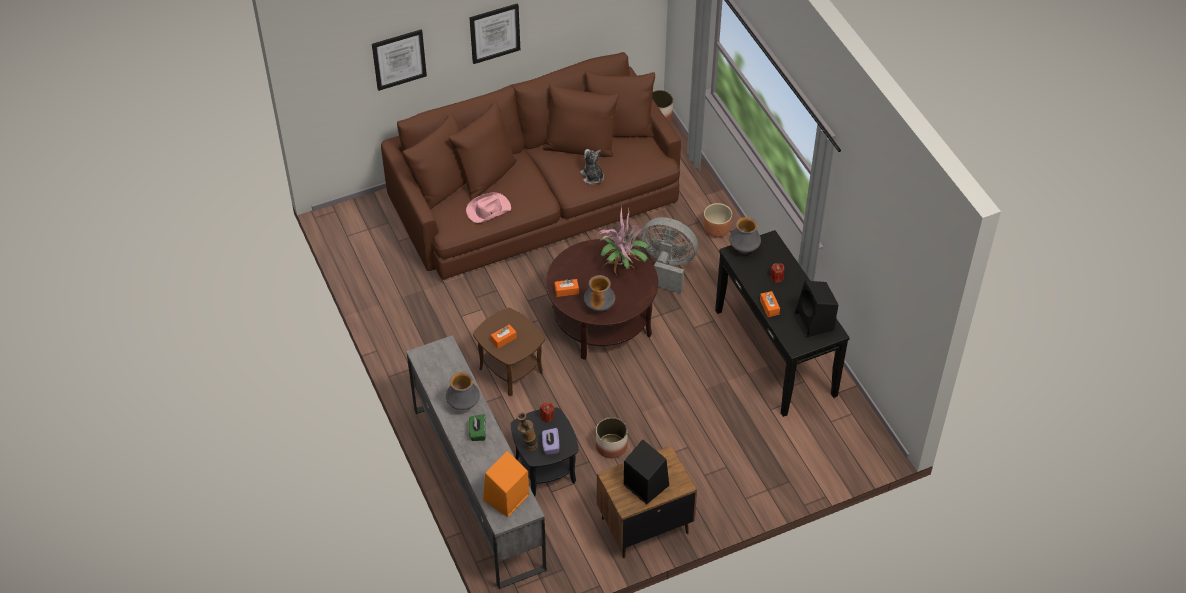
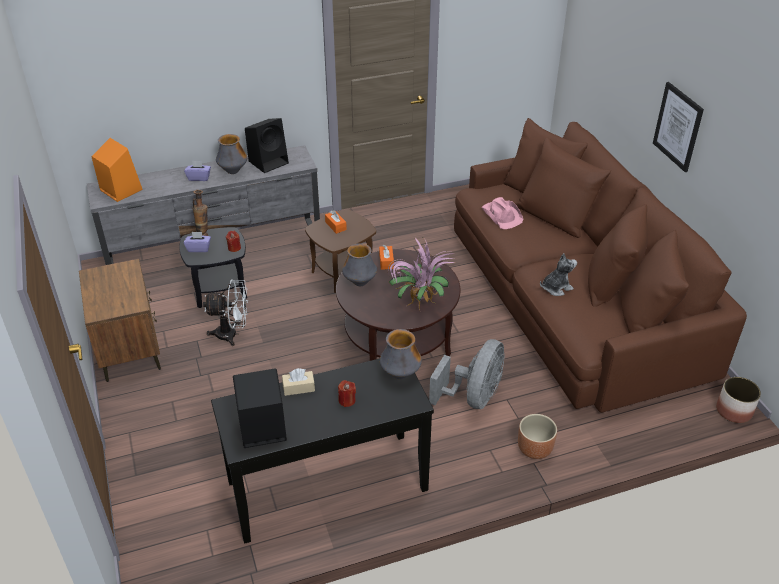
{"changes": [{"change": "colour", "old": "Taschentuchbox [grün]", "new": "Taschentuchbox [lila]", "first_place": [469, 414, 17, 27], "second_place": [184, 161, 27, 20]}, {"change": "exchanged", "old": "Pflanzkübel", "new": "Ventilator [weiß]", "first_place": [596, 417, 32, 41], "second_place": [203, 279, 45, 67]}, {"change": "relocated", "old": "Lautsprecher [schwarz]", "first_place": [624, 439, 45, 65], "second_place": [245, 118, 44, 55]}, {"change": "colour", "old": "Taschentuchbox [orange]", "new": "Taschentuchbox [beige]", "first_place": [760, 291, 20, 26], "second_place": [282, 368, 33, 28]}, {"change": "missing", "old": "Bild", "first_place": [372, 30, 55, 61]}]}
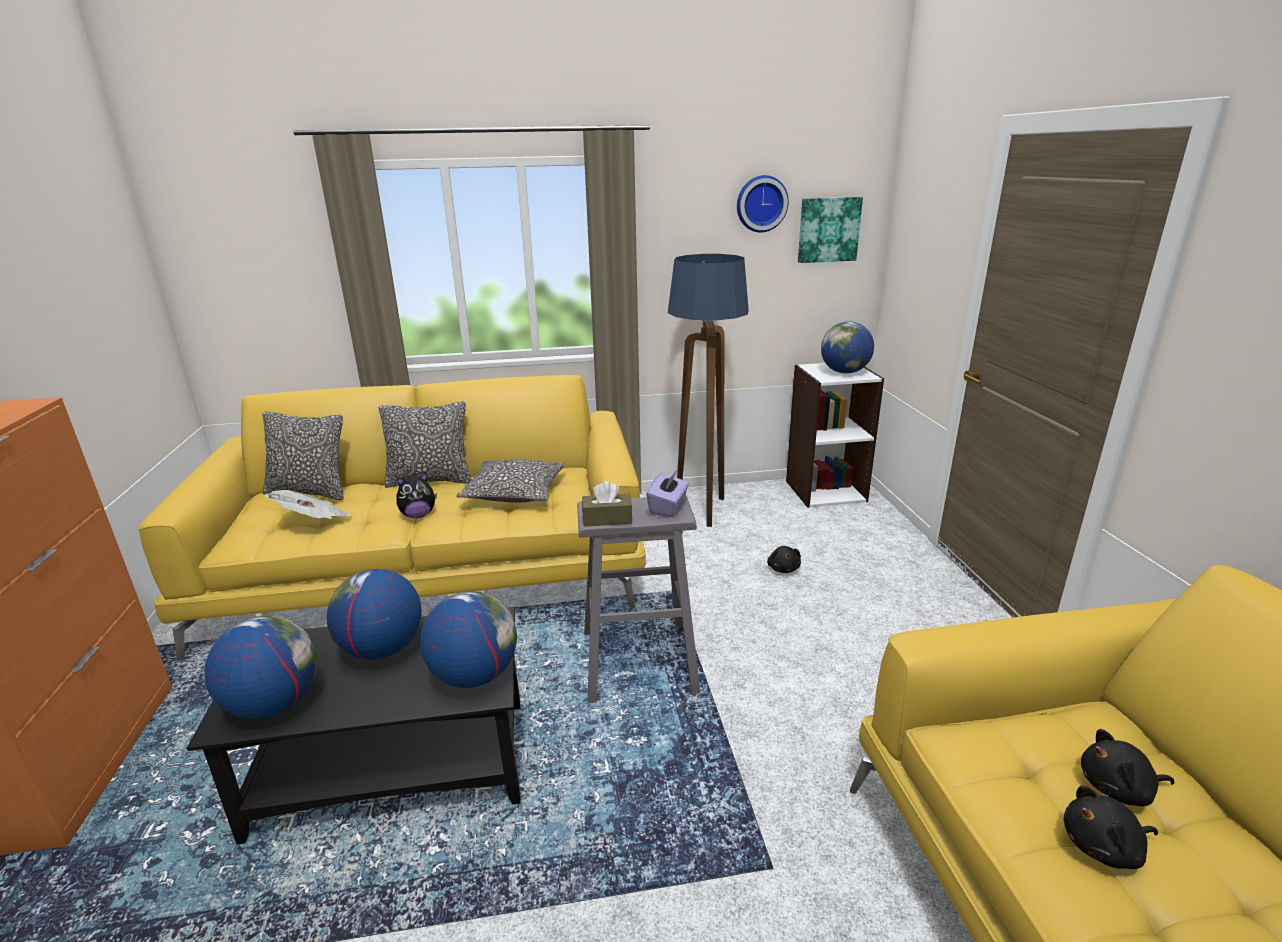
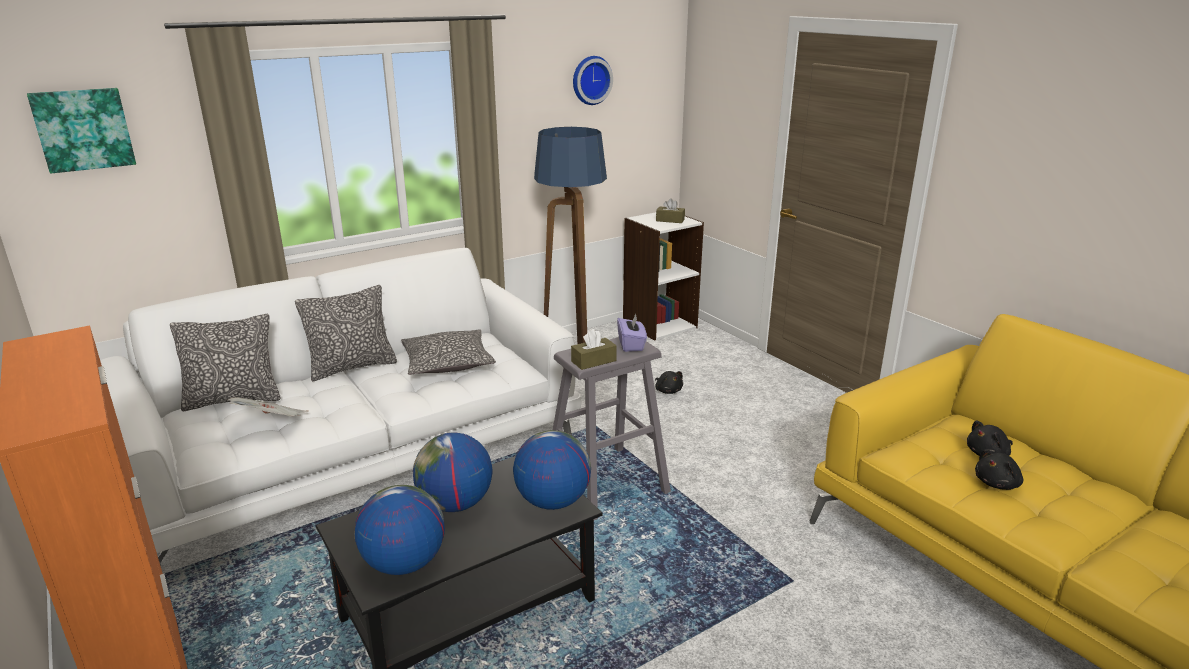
{"changes": [{"change": "relocated", "old": "Bild", "first_place": [798, 197, 65, 66], "second_place": [27, 88, 109, 86]}, {"change": "colour", "old": "Sofa [gelb]", "new": "Sofa [weiß]", "first_place": [138, 375, 508, 286], "second_place": [100, 248, 481, 318]}, {"change": "exchanged", "old": "Globus", "new": "Taschentuchbox [braun]", "first_place": [821, 321, 53, 53], "second_place": [656, 198, 29, 25]}, {"change": "missing", "old": "Plüschtier", "first_place": [396, 473, 41, 45]}]}
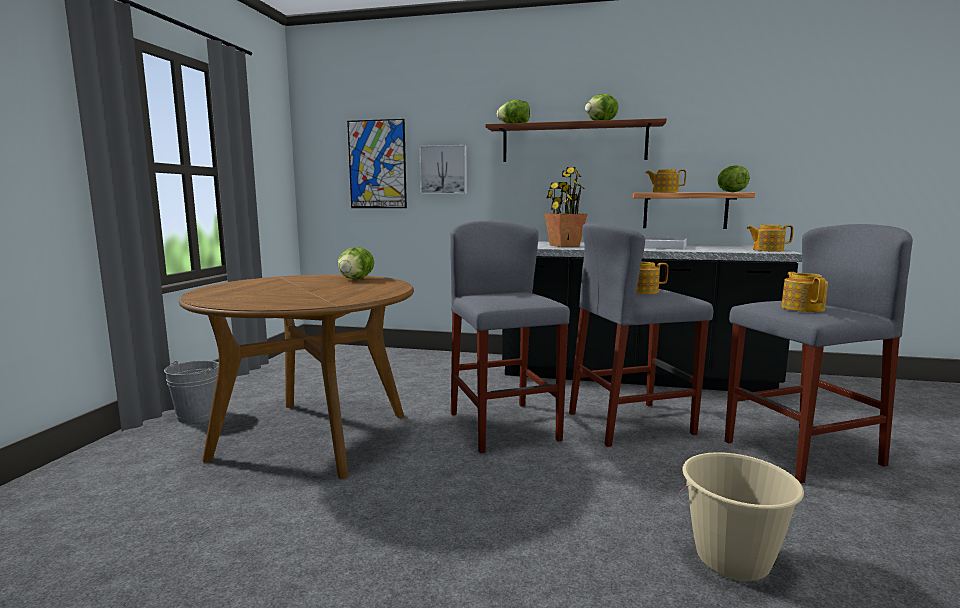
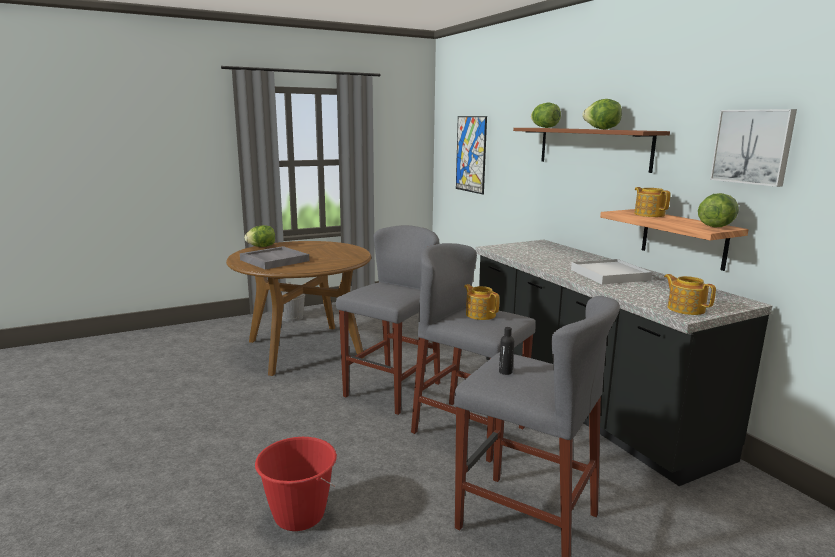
{"changes": [{"change": "appeared", "new": "Tablett [grau]", "second_place": [240, 246, 70, 24]}, {"change": "relocated", "old": "Salatkopf", "first_place": [338, 247, 36, 32], "second_place": [245, 225, 30, 22]}, {"change": "colour", "old": "Eimer [beige]", "new": "Eimer [rot]", "first_place": [679, 452, 125, 129], "second_place": [255, 437, 82, 94]}, {"change": "exchanged", "old": "Teekanne", "new": "Flasche [schwarz]", "first_place": [781, 272, 47, 40], "second_place": [499, 327, 15, 48]}, {"change": "relocated", "old": "Bild", "first_place": [419, 145, 48, 49], "second_place": [710, 109, 87, 78]}, {"change": "missing", "old": "Topfpflanze", "first_place": [544, 167, 43, 80]}]}
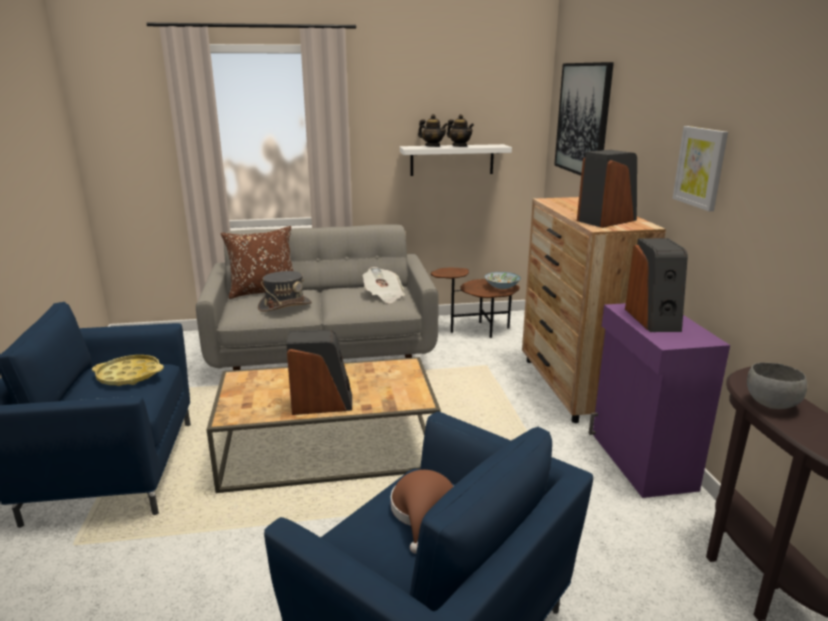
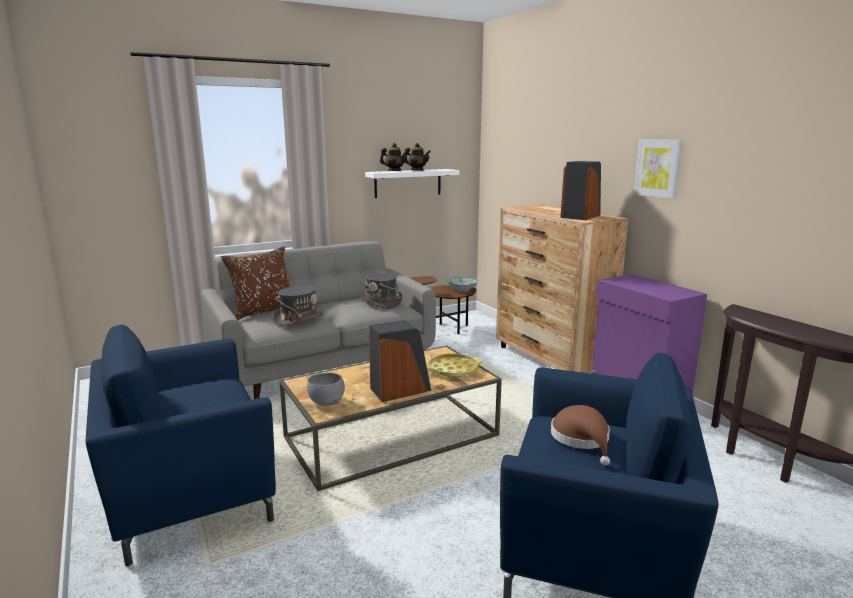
{"changes": [{"change": "relocated", "old": "Schüssel [grau]", "first_place": [747, 362, 60, 47], "second_place": [307, 373, 38, 33]}, {"change": "exchanged", "old": "Zeitung", "new": "Hut [grau]", "first_place": [363, 267, 42, 37], "second_place": [360, 273, 42, 36]}, {"change": "relocated", "old": "Tablett [gelb]", "first_place": [92, 355, 72, 31], "second_place": [426, 353, 56, 24]}, {"change": "missing", "old": "Bild", "first_place": [554, 62, 60, 114]}, {"change": "missing", "old": "Lautsprecher", "first_place": [625, 238, 63, 94]}]}
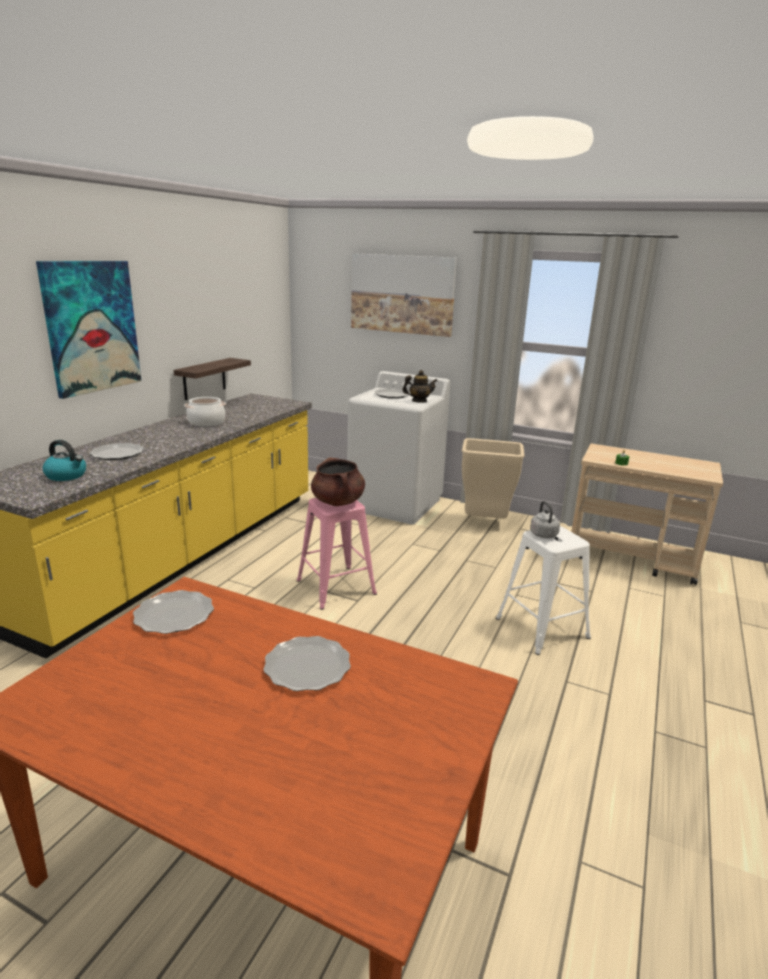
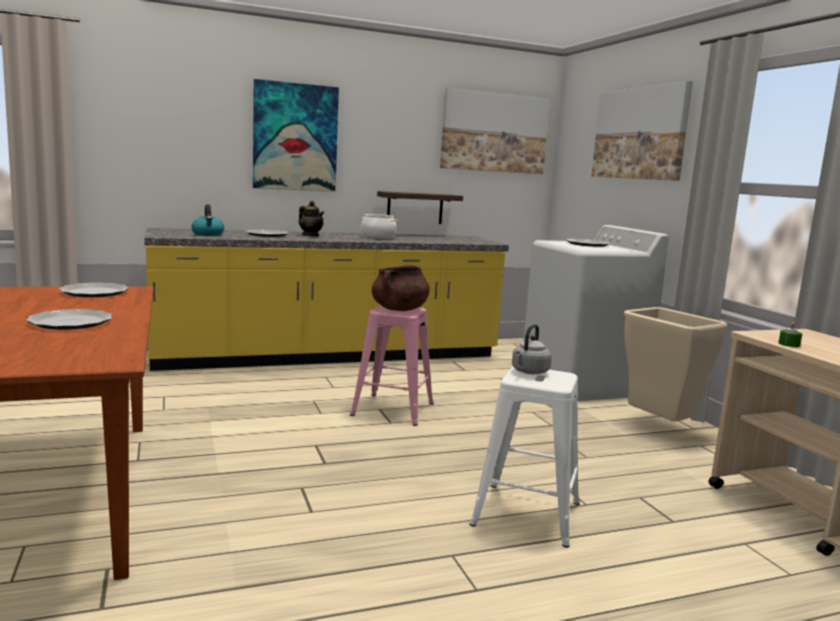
{"changes": [{"change": "relocated", "old": "Teekanne", "first_place": [402, 370, 36, 33], "second_place": [299, 201, 25, 36]}, {"change": "appeared", "new": "Bild", "second_place": [440, 88, 110, 86]}]}
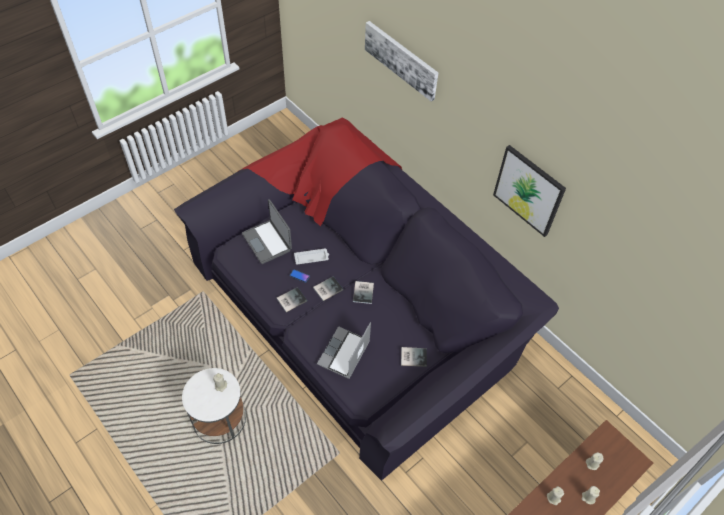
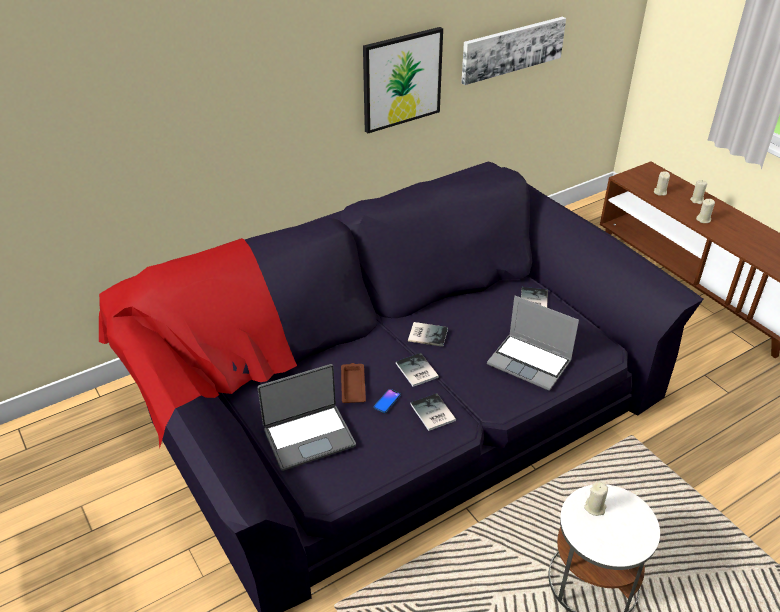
{"changes": [{"change": "colour", "old": "Tablett [weiß]", "new": "Tablett [braun]", "first_place": [294, 248, 35, 16], "second_place": [341, 363, 25, 40]}, {"change": "relocated", "old": "Bild", "first_place": [365, 21, 73, 81], "second_place": [461, 17, 105, 68]}]}
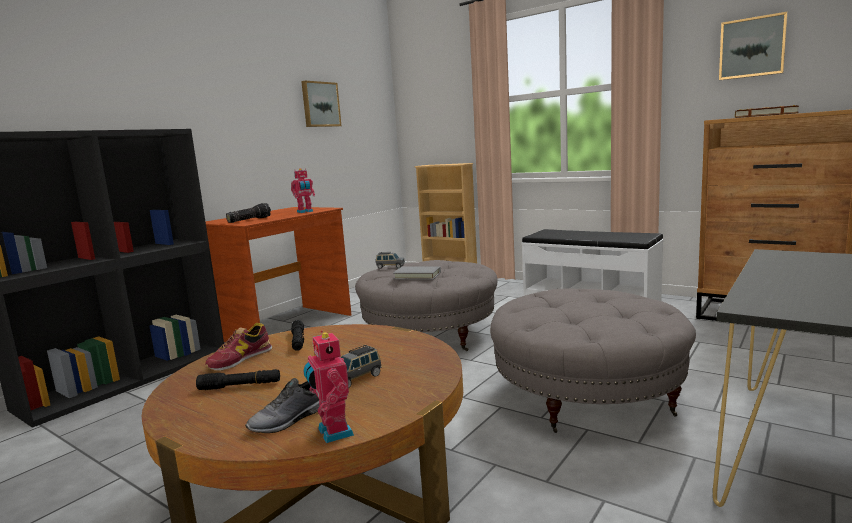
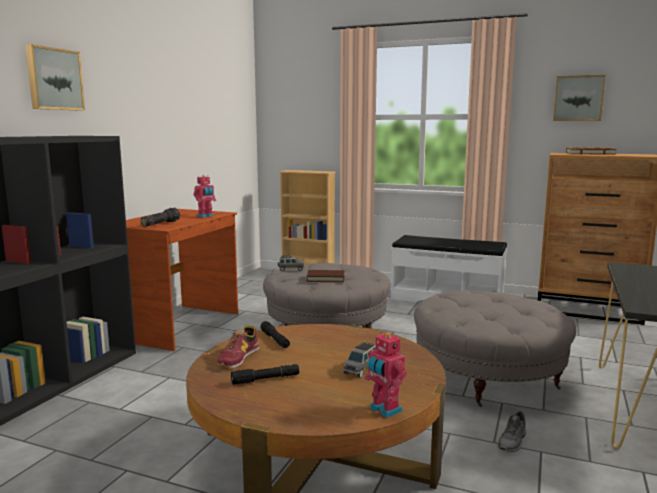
{"changes": [{"change": "relocated", "old": "Bild", "first_place": [301, 81, 40, 46], "second_place": [26, 44, 59, 67]}, {"change": "colour", "old": "Buch [grau]", "new": "Buch [braun]", "first_place": [393, 267, 48, 13], "second_place": [307, 270, 37, 12]}, {"change": "relocated", "old": "Schuh [grau]", "first_place": [245, 378, 74, 55], "second_place": [498, 412, 28, 40]}]}
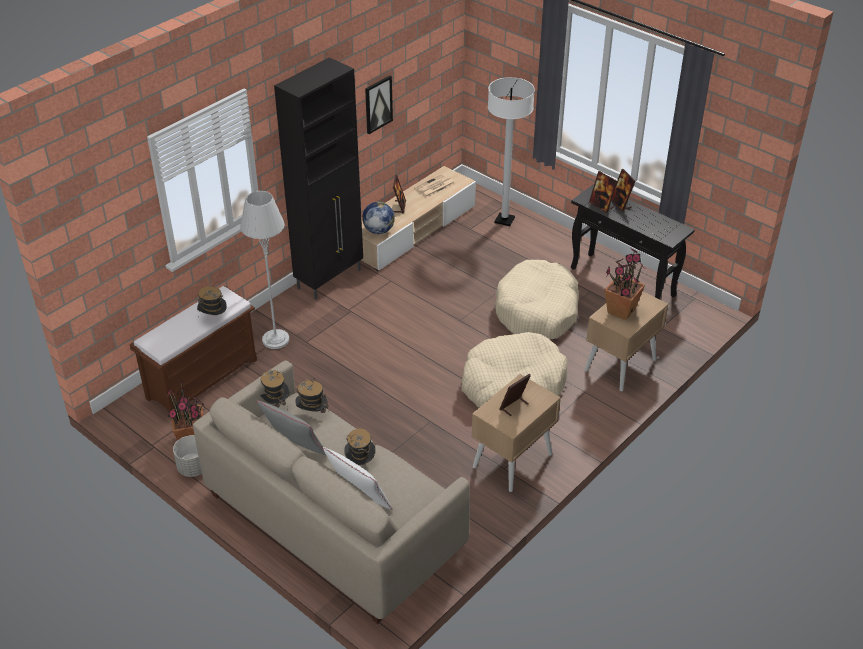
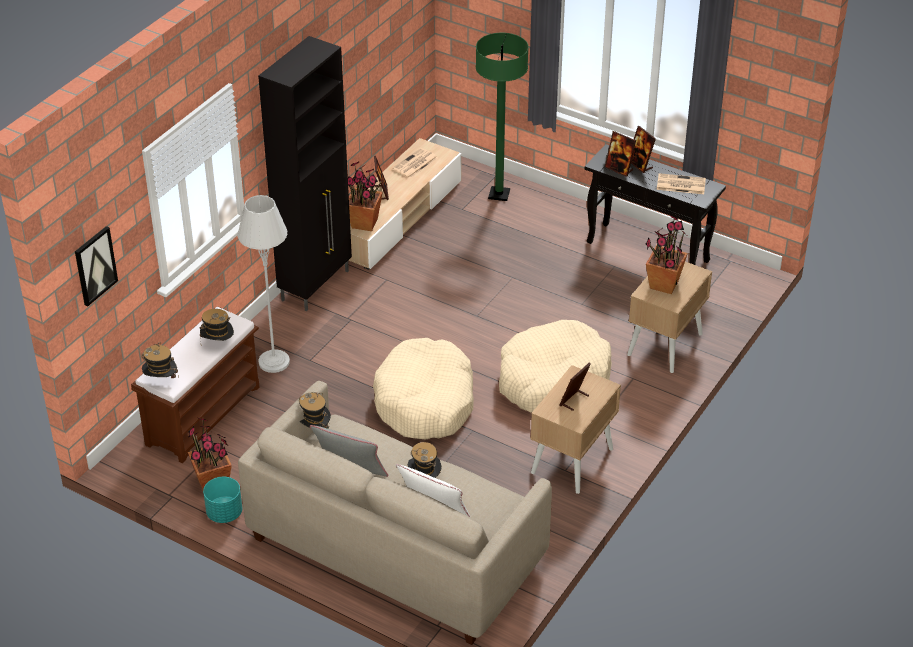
{"changes": [{"change": "relocated", "old": "Bild", "first_place": [365, 75, 28, 59], "second_place": [75, 226, 43, 80]}, {"change": "relocated", "old": "Hut", "first_place": [295, 378, 34, 35], "second_place": [142, 342, 37, 36]}, {"change": "colour", "old": "Pflanzkübel [grau]", "new": "Pflanzkübel [türkis]", "first_place": [173, 435, 29, 42], "second_place": [203, 477, 39, 46]}, {"change": "exchanged", "old": "Globus", "new": "Topfpflanze", "first_place": [362, 202, 33, 32], "second_place": [348, 161, 36, 70]}, {"change": "relocated", "old": "Hundebett [beige]", "first_place": [495, 260, 84, 79], "second_place": [373, 338, 101, 102]}, {"change": "colour", "old": "Stehlampe [weiß]", "new": "Stehlampe [grün]", "first_place": [488, 77, 47, 149], "second_place": [476, 33, 52, 168]}, {"change": "appeared", "new": "Zeitung", "second_place": [657, 173, 49, 21]}]}
